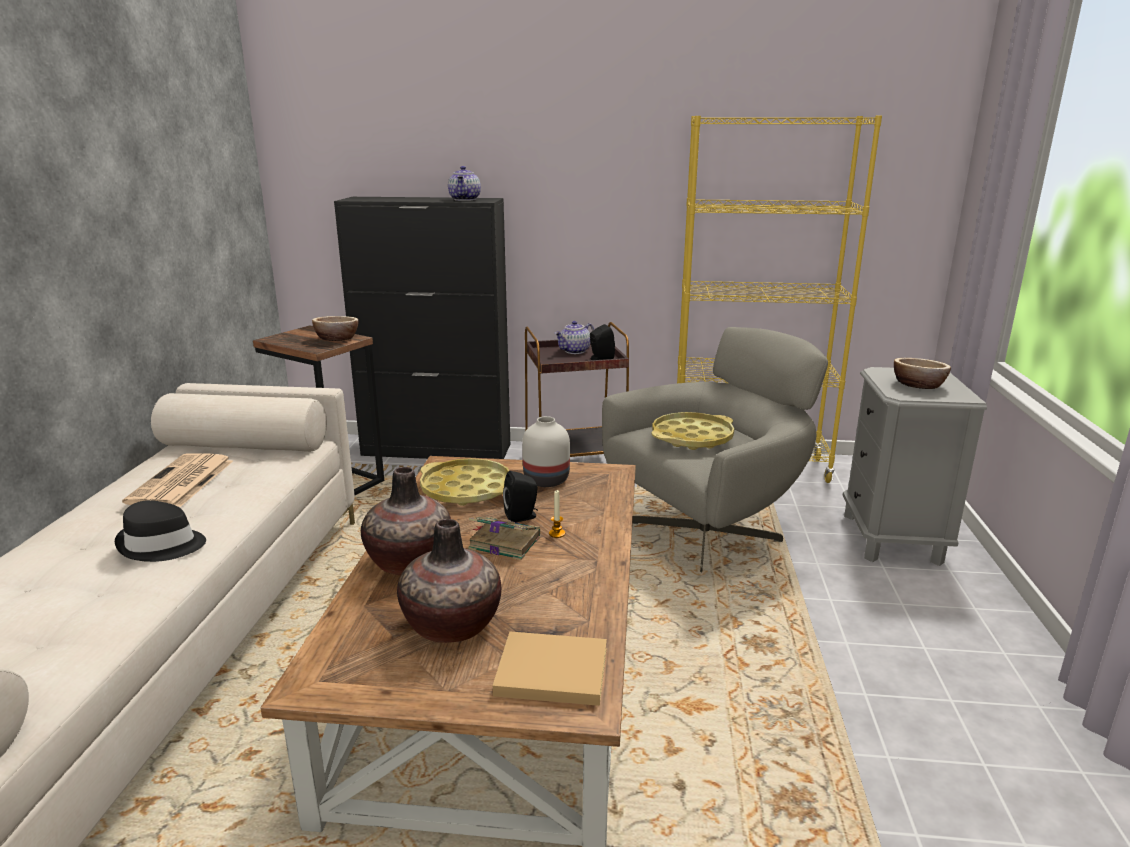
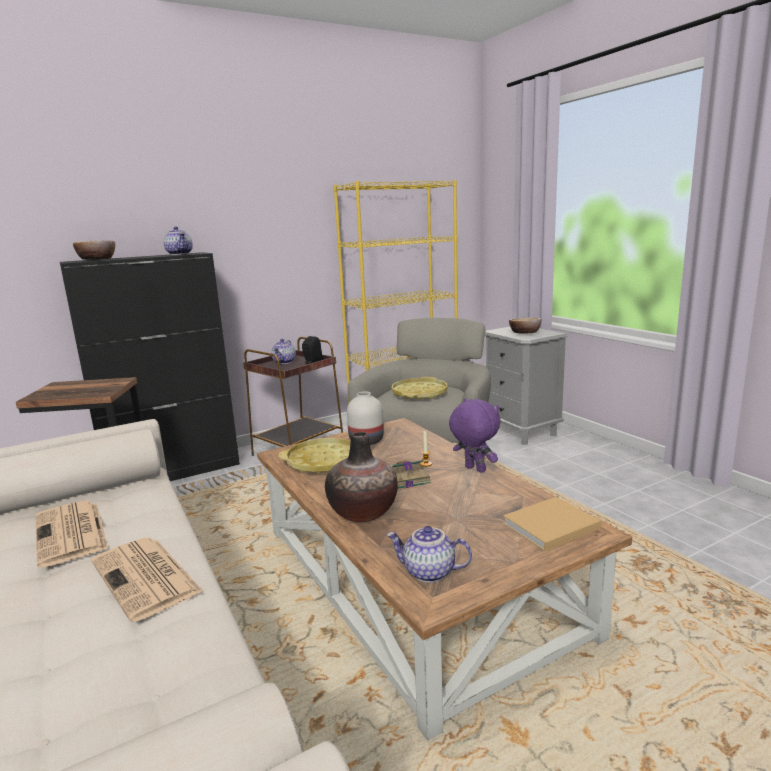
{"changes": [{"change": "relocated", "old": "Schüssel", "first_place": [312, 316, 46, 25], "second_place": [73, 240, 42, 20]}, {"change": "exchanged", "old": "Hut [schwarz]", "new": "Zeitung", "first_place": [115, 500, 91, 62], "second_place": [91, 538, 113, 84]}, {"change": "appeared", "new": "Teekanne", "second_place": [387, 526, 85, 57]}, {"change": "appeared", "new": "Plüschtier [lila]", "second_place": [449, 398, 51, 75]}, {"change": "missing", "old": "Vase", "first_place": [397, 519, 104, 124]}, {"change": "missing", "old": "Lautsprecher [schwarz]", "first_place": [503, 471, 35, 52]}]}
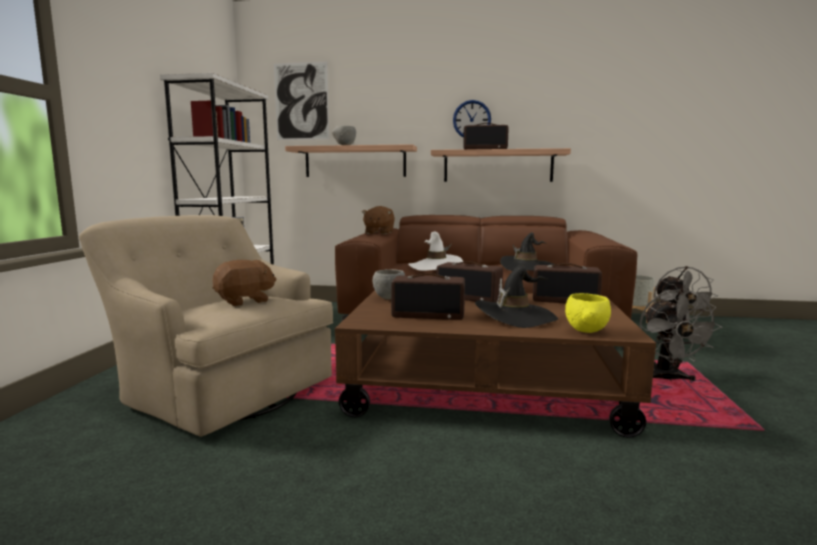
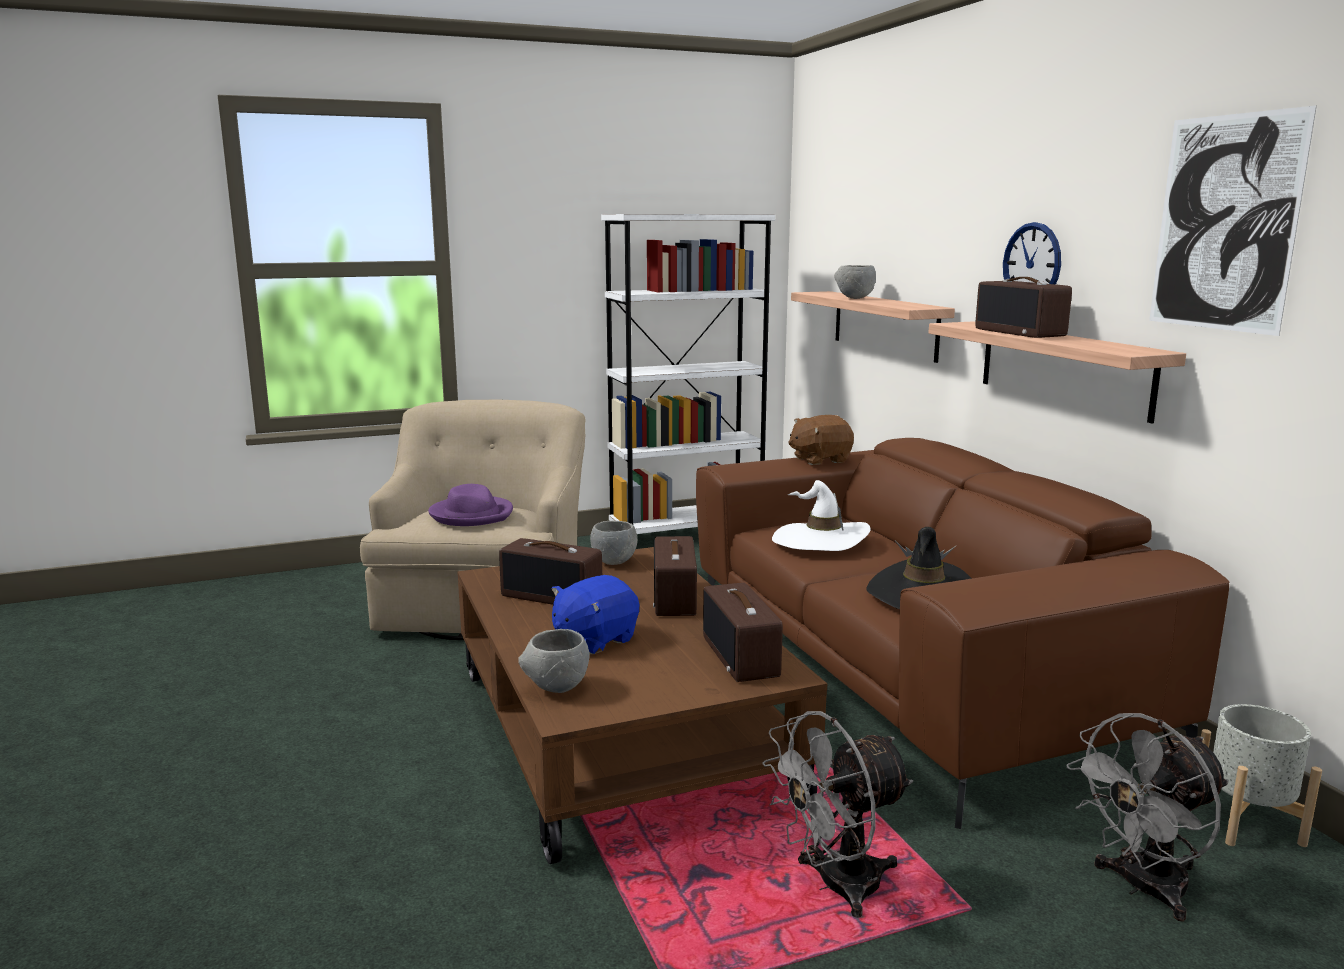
{"changes": [{"change": "exchanged", "old": "Plüschtier [braun]", "new": "Hut [lila]", "first_place": [212, 260, 64, 46], "second_place": [428, 484, 85, 42]}, {"change": "spun", "old": "Radio", "first_place": [391, 273, 74, 47], "second_place": [499, 538, 103, 67], "degrees": -45}, {"change": "colour", "old": "Schüssel [gelb]", "new": "Schüssel [grau]", "first_place": [565, 293, 46, 40], "second_place": [518, 629, 71, 64]}, {"change": "exchanged", "old": "Hut [schwarz]", "new": "Plüschtier [blau]", "first_place": [475, 265, 83, 63], "second_place": [551, 575, 88, 79]}, {"change": "relocated", "old": "Bild", "first_place": [274, 62, 55, 78], "second_place": [1149, 105, 168, 231]}]}
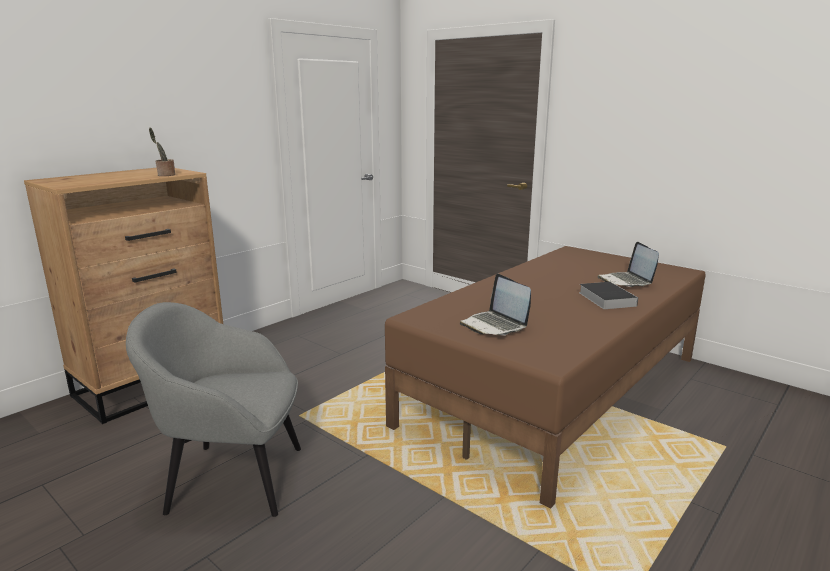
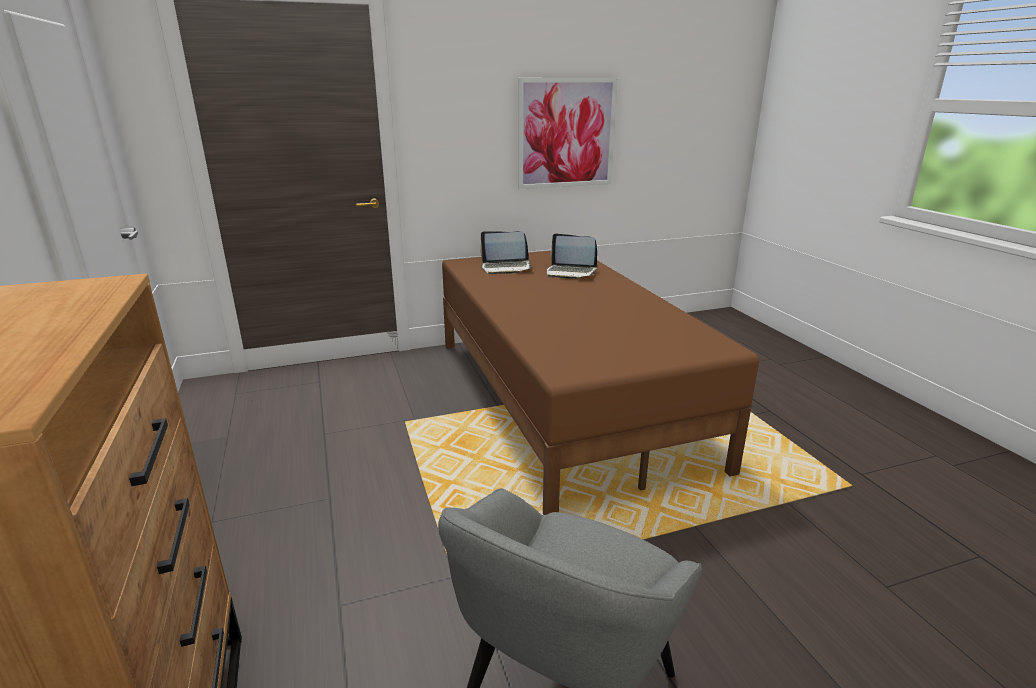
{"changes": [{"change": "relocated", "old": "Laptop", "first_place": [460, 274, 71, 62], "second_place": [480, 231, 53, 43]}, {"change": "appeared", "new": "Bild", "second_place": [518, 78, 100, 111]}, {"change": "missing", "old": "Topfpflanze", "first_place": [149, 128, 27, 48]}, {"change": "missing", "old": "Buch", "first_place": [579, 282, 59, 27]}]}
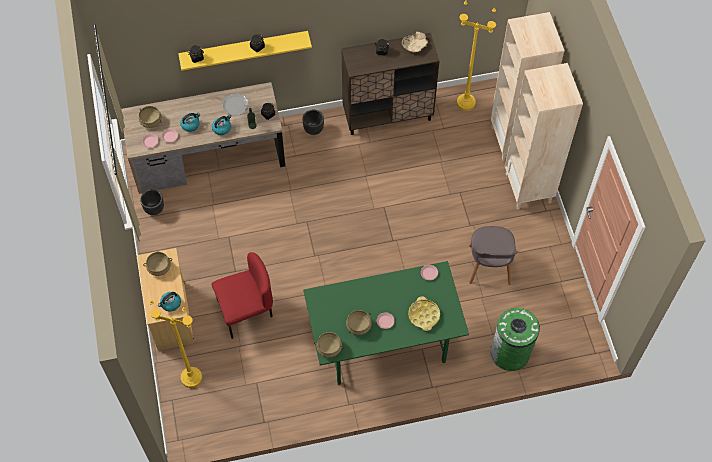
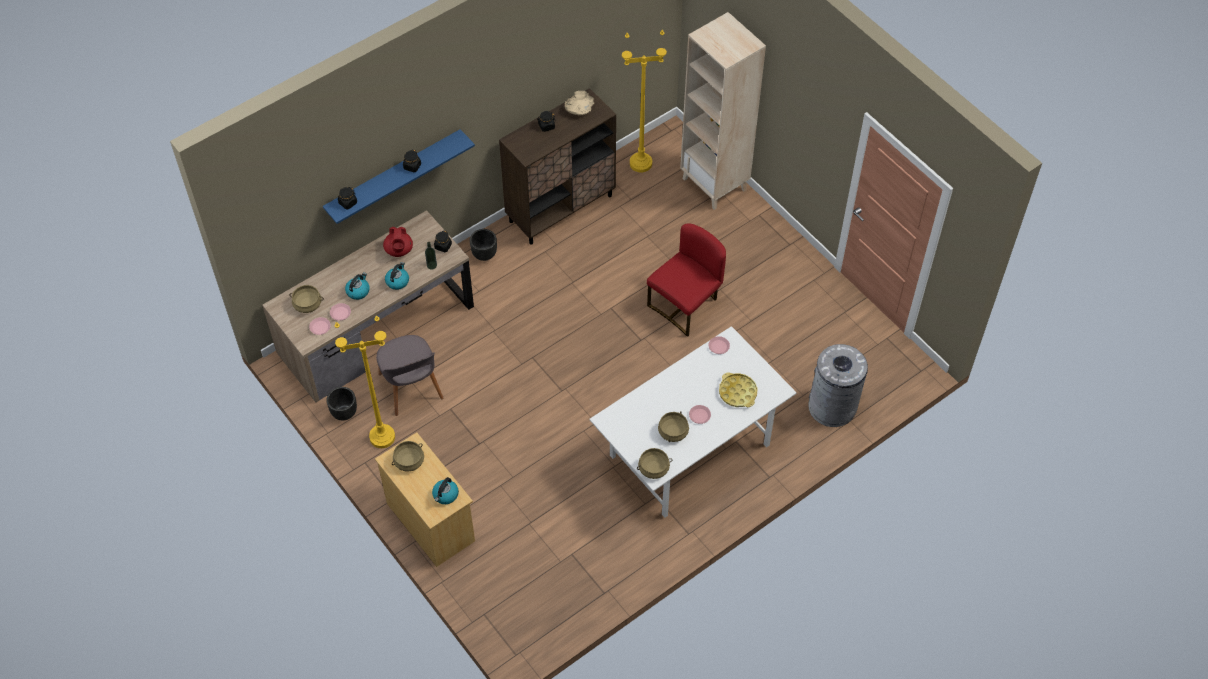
{"changes": [{"change": "colour", "old": "Wandregal [gelb]", "new": "Wandregal [blau]", "first_place": [178, 31, 134, 40], "second_place": [323, 129, 152, 95]}, {"change": "relocated", "old": "Stehlampe [gelb]", "first_place": [149, 300, 53, 88], "second_place": [335, 316, 60, 132]}, {"change": "relocated", "old": "Stuhl [grau]", "first_place": [469, 226, 49, 59], "second_place": [376, 335, 68, 81]}, {"change": "exchanged", "old": "Teller", "new": "Teekanne [rot]", "first_place": [222, 93, 27, 23], "second_place": [383, 227, 30, 30]}, {"change": "colour", "old": "Esstisch [grün]", "new": "Esstisch [weiß]", "first_place": [303, 261, 166, 124], "second_place": [590, 326, 207, 192]}, {"change": "relocated", "old": "Stuhl [rot]", "first_place": [212, 252, 61, 87], "second_place": [647, 223, 79, 114]}, {"change": "colour", "old": "Mülleimer [grün]", "new": "Mülleimer [grau]", "first_place": [490, 308, 50, 63], "second_place": [808, 344, 60, 83]}, {"change": "missing", "old": "Bücherregal [beige]", "first_place": [505, 63, 78, 147]}]}
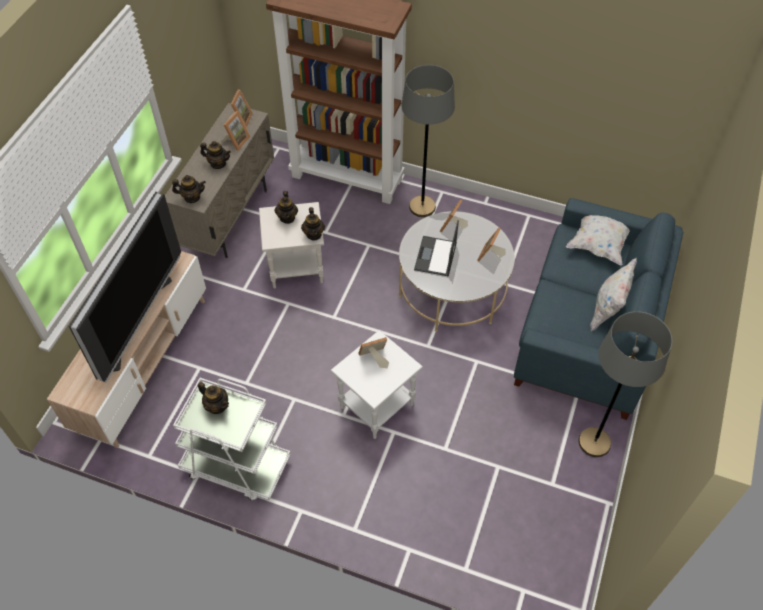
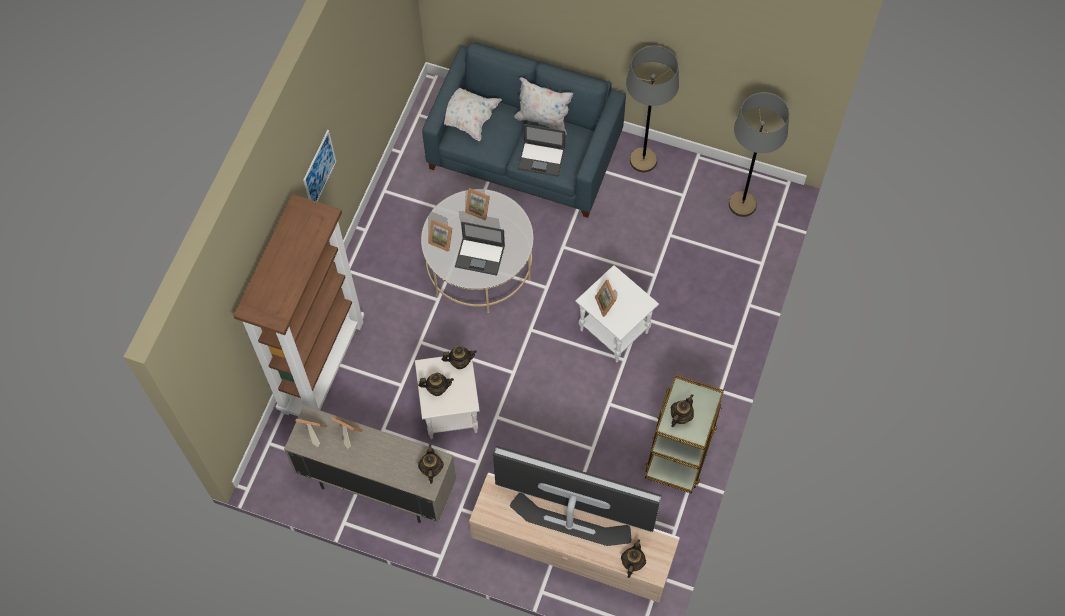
{"changes": [{"change": "appeared", "new": "Bild", "second_place": [303, 130, 33, 72]}, {"change": "appeared", "new": "Laptop", "second_place": [517, 124, 49, 53]}, {"change": "relocated", "old": "Teekanne", "first_place": [200, 141, 31, 28], "second_place": [621, 539, 25, 39]}, {"change": "colour", "old": "Rollwagen [weiß]", "new": "Rollwagen [braun]", "first_place": [173, 378, 118, 122], "second_place": [645, 374, 79, 120]}, {"change": "relocated", "old": "Stehlampe [grau]", "first_place": [401, 65, 54, 152], "second_place": [729, 92, 60, 125]}]}
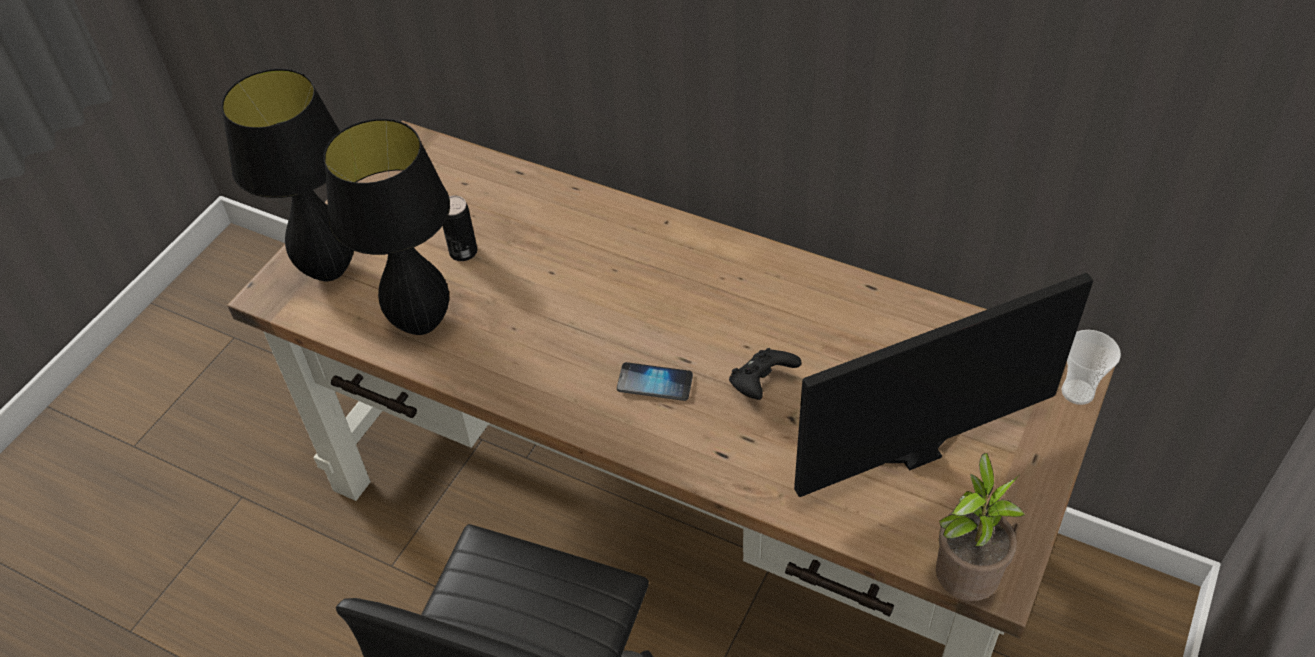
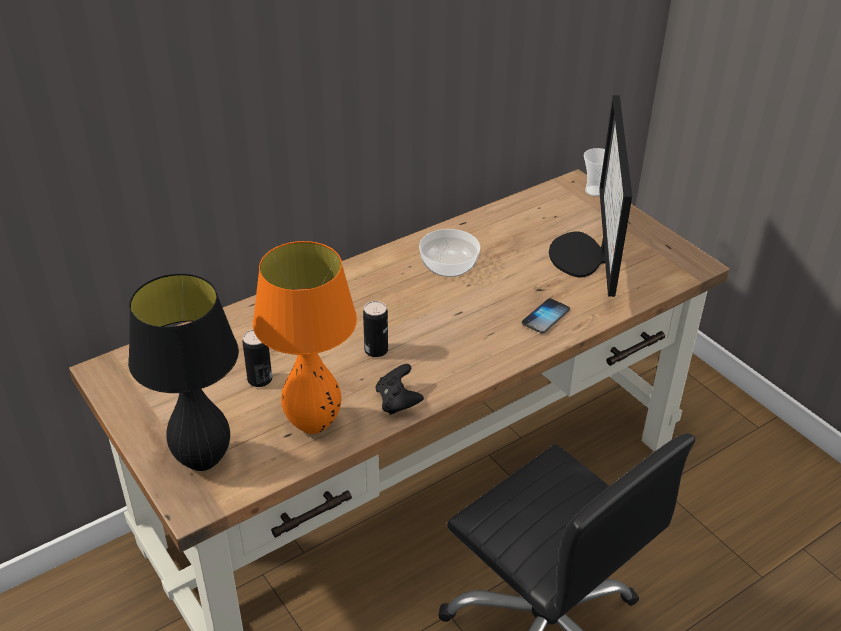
{"changes": [{"change": "colour", "old": "Tischlampe [schwarz]", "new": "Tischlampe [orange]", "first_place": [324, 119, 126, 216], "second_place": [253, 241, 104, 193]}, {"change": "appeared", "new": "Dose", "second_place": [363, 301, 25, 56]}, {"change": "relocated", "old": "Gamepad [schwarz]", "first_place": [729, 348, 73, 52], "second_place": [376, 364, 48, 51]}, {"change": "appeared", "new": "Schüssel", "second_place": [419, 229, 61, 48]}, {"change": "relocated", "old": "Handy", "first_place": [617, 362, 76, 39], "second_place": [522, 298, 48, 36]}, {"change": "missing", "old": "Topfpflanze", "first_place": [936, 453, 90, 148]}]}
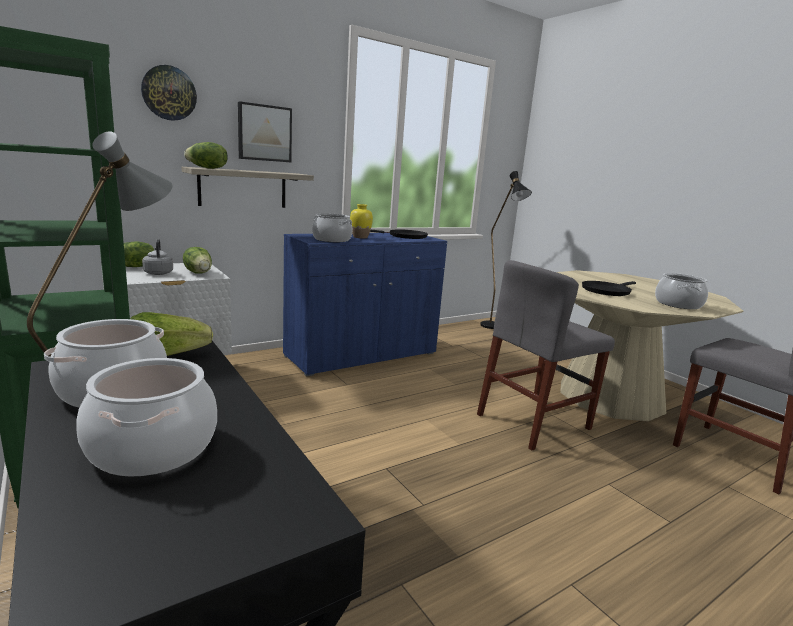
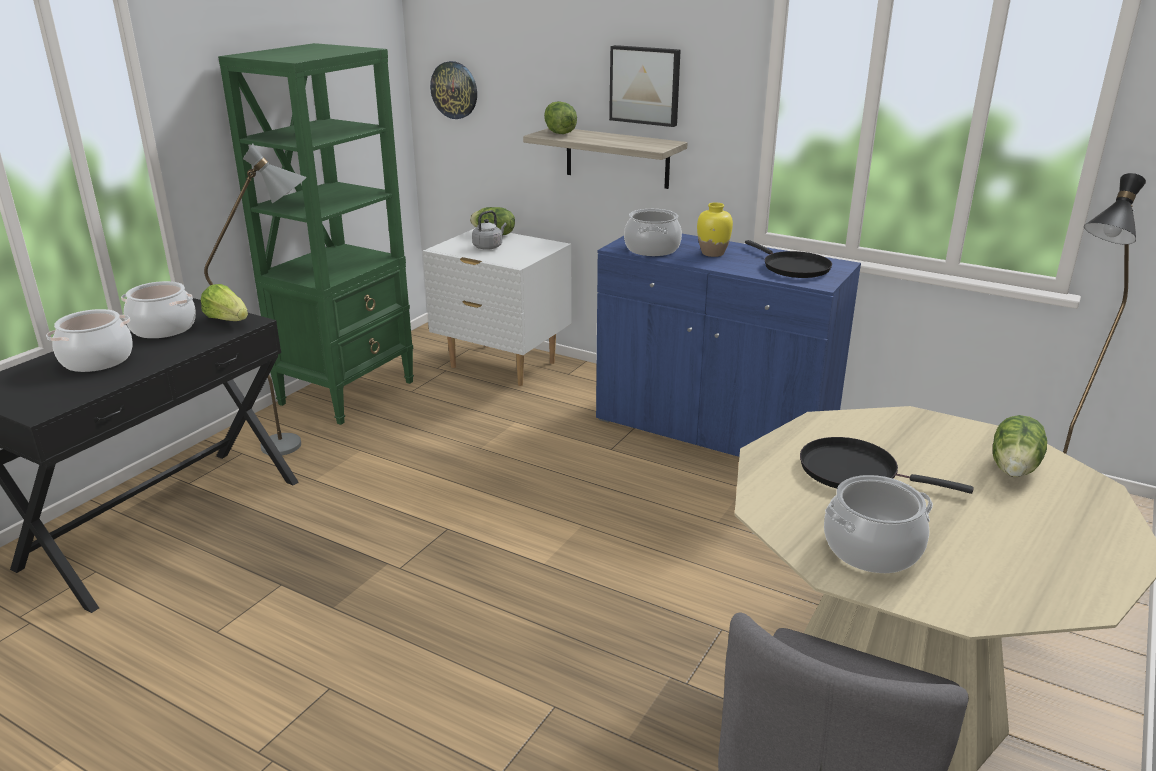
{"changes": [{"change": "relocated", "old": "Wanduhr", "first_place": [141, 65, 56, 56], "second_place": [430, 61, 47, 58]}, {"change": "relocated", "old": "Salatkopf", "first_place": [183, 247, 29, 27], "second_place": [993, 415, 54, 62]}, {"change": "missing", "old": "Stuhl [grau]", "first_place": [477, 260, 138, 190]}]}
